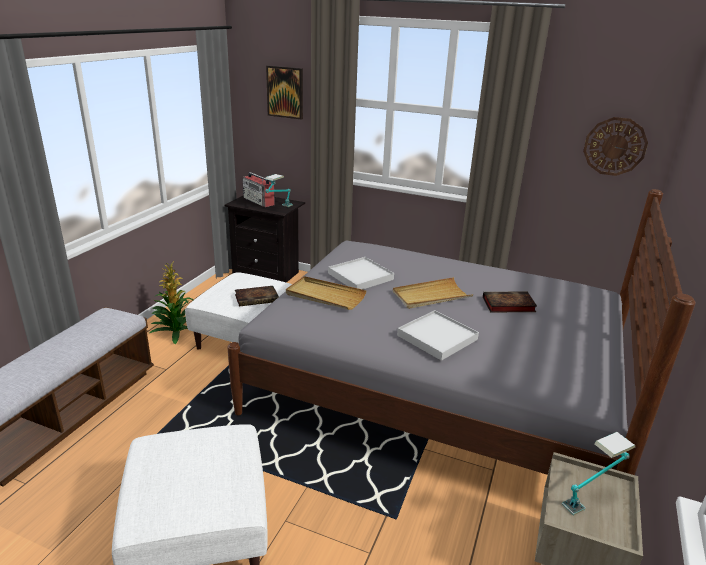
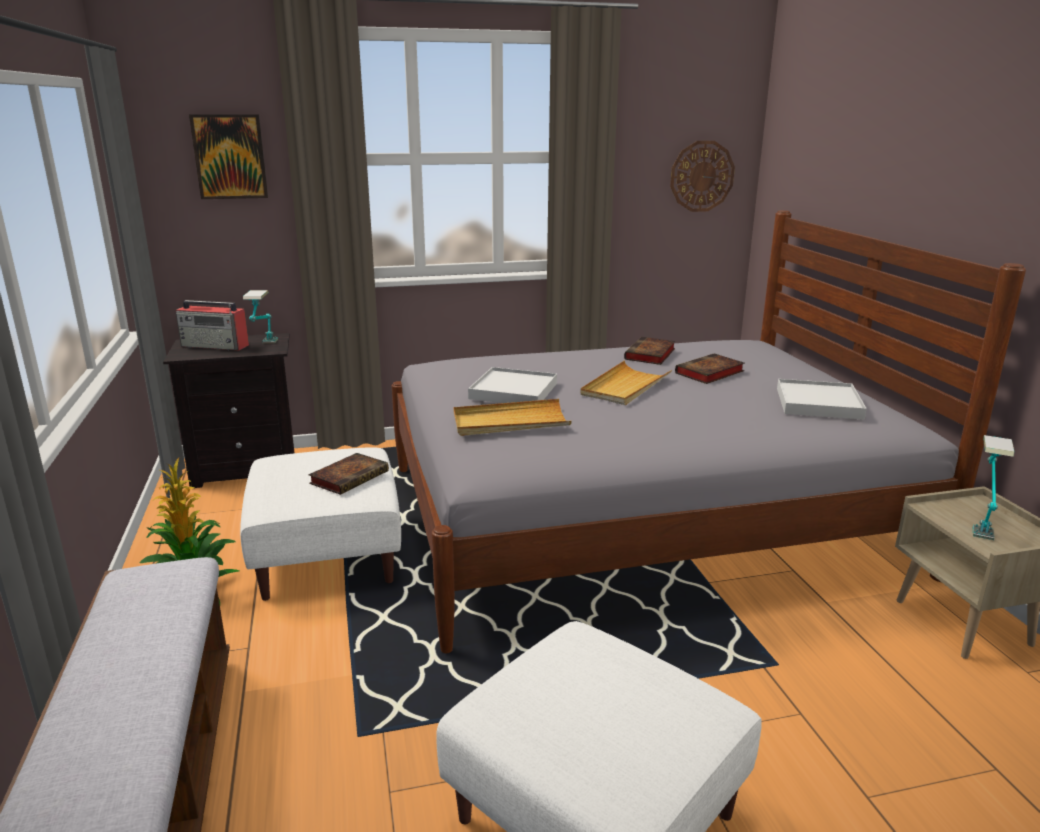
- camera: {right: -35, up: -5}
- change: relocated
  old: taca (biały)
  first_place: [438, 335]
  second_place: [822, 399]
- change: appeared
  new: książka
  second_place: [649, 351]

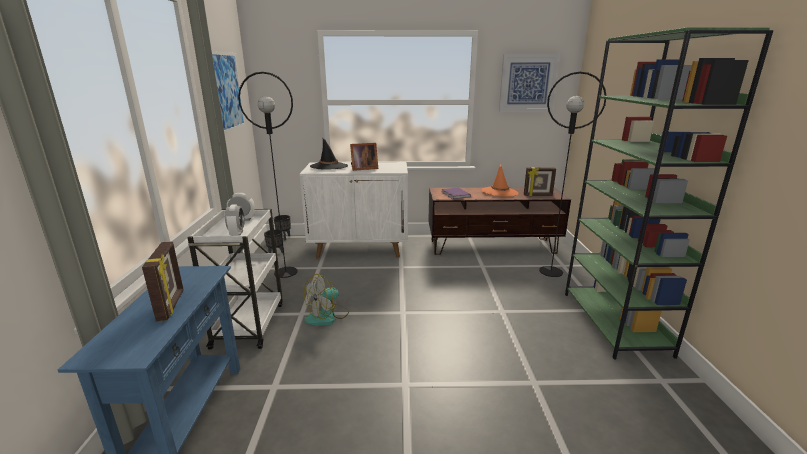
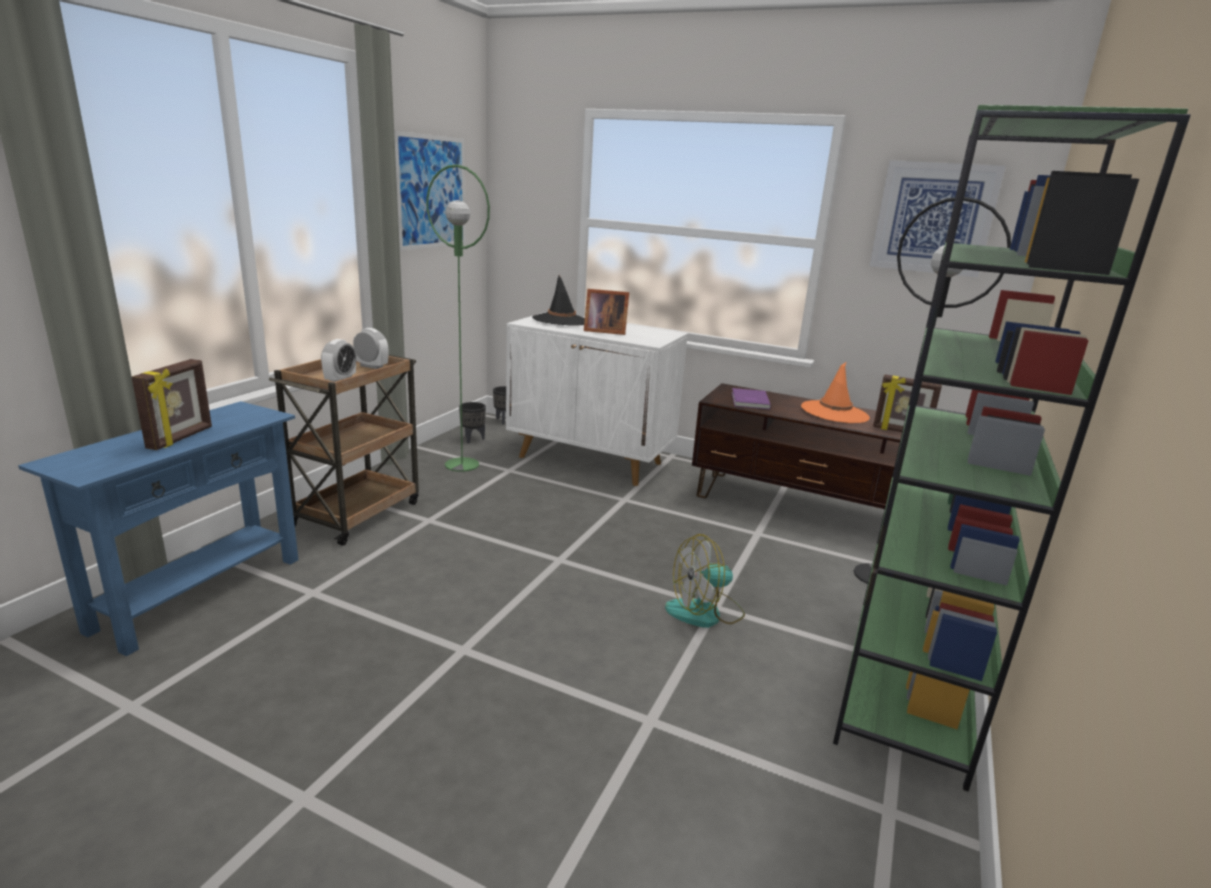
- camera: {right: 25, up: 0}
- change: colour
  old: wózek (biały)
  new: wózek (brązowy)
  first_place: [235, 279]
  second_place: [344, 450]
- change: colour
  old: lampa stojąca (czarny)
  new: lampa stojąca (zielony)
  first_place: [267, 175]
  second_place: [458, 318]
- change: relocated
  old: wentylator
  first_place: [326, 300]
  second_place: [705, 581]

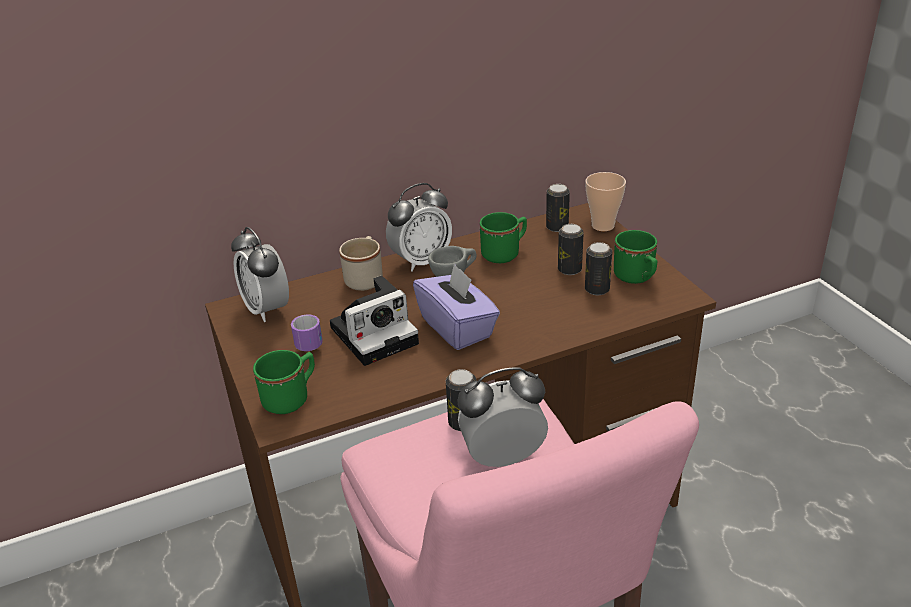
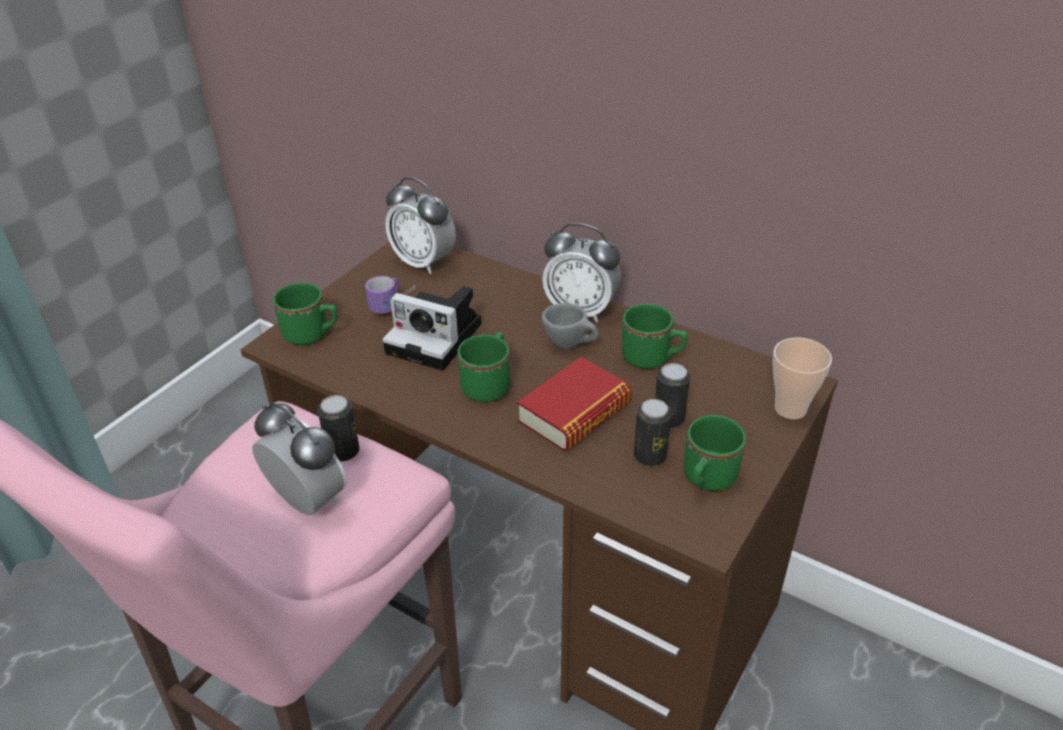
- camera: {right: 55, up: 5}
- change: spun
  old: budzik
  first_place: [260, 274]
  second_place: [420, 225]
  degrees: -75
- change: missing
  old: kubek (beżowy)
  first_place: [361, 263]
- change: exchanged
  old: pudełko chusteczek (fioletowy)
  new: kubek (zielony)
  first_place: [456, 306]
  second_place: [483, 367]
- change: missing
  old: puszka
  first_place: [558, 208]
- change: appeared
  new: książka
  second_place: [574, 404]

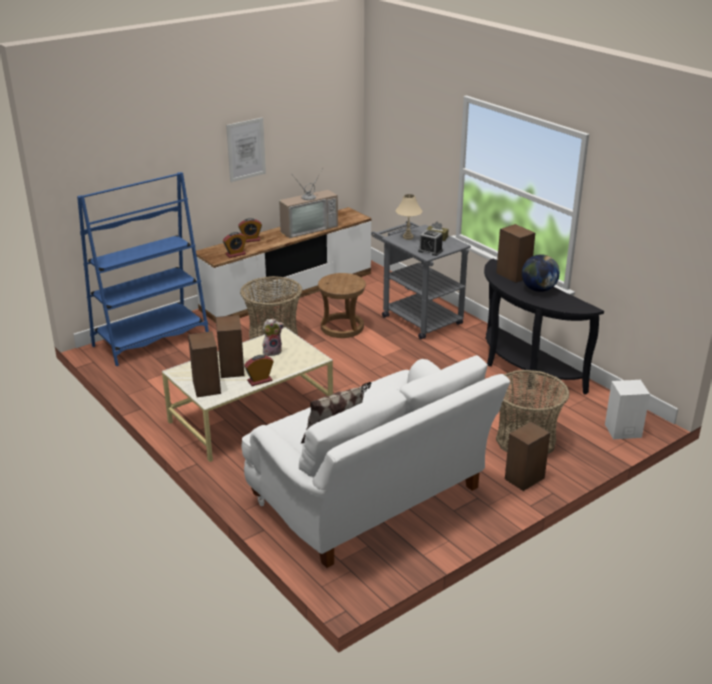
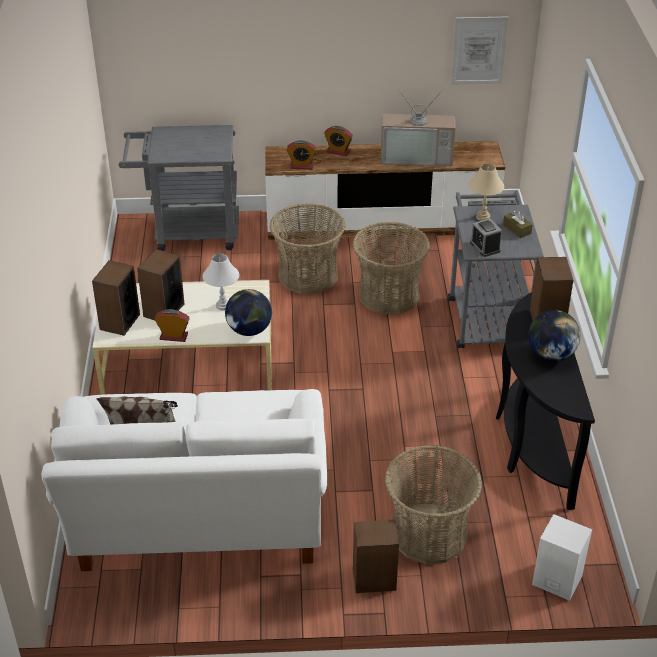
- camera: {right: 35, up: 10}
- change: exchanged
  old: regał (niebieski)
  new: wózek (szary)
  first_place: [143, 269]
  second_place: [179, 188]
- change: relocated
  old: obraz
  first_place: [246, 149]
  second_place: [479, 51]
- change: exchanged
  old: pluszak
  new: lampa stołowa (biały)
  first_place: [273, 337]
  second_place: [221, 282]
- change: exchanged
  old: stołek (brązowy)
  new: koszyk
  first_place: [342, 305]
  second_place: [391, 268]
- change: appeared
  new: globus
  second_place: [248, 312]

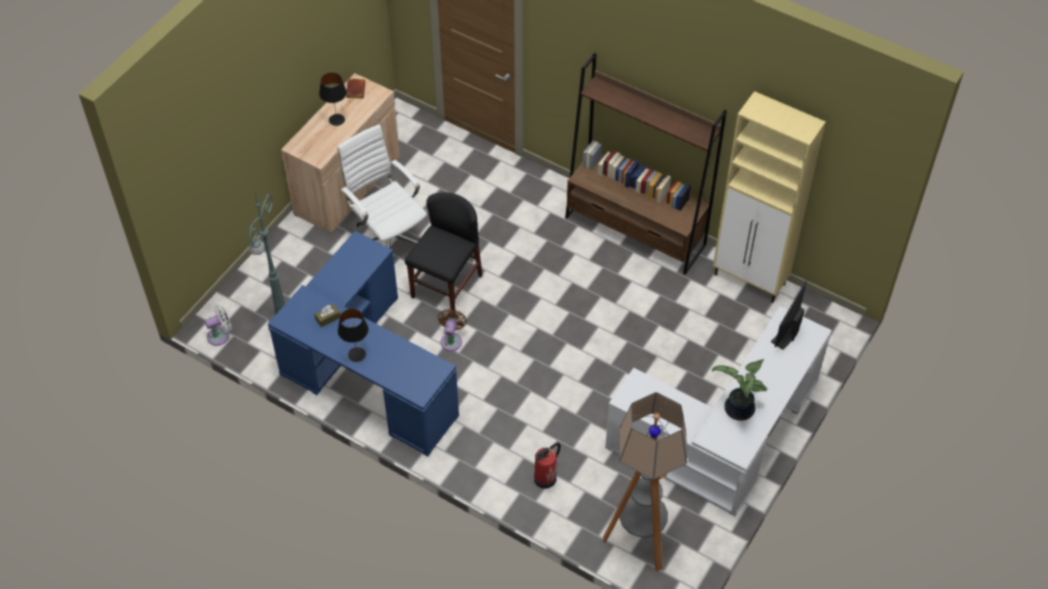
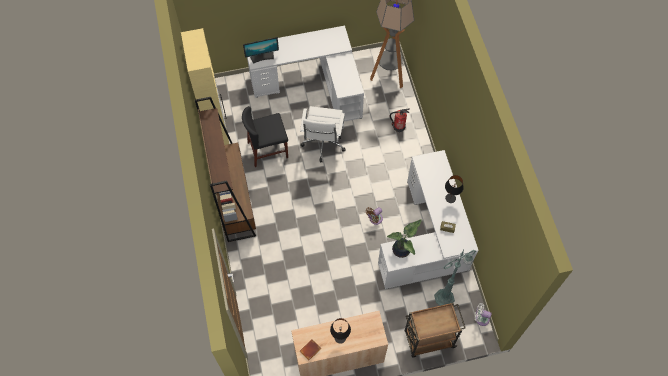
- camera: {right: -135, up: 10}
- change: colour
  old: biurko (niebieski)
  new: biurko (biały)
  first_place: [363, 344]
  second_place: [428, 219]
- change: relocated
  old: krzesło biurowe (biały)
  first_place: [382, 186]
  second_place: [323, 134]
- change: relocated
  old: krzesło (czarny)
  first_place: [444, 251]
  second_place: [265, 136]
- change: relocated
  old: roślina doniczkowa
  first_place: [739, 390]
  second_place: [404, 238]
- change: appeared
  new: wózek (brązowy)
  second_place: [435, 330]

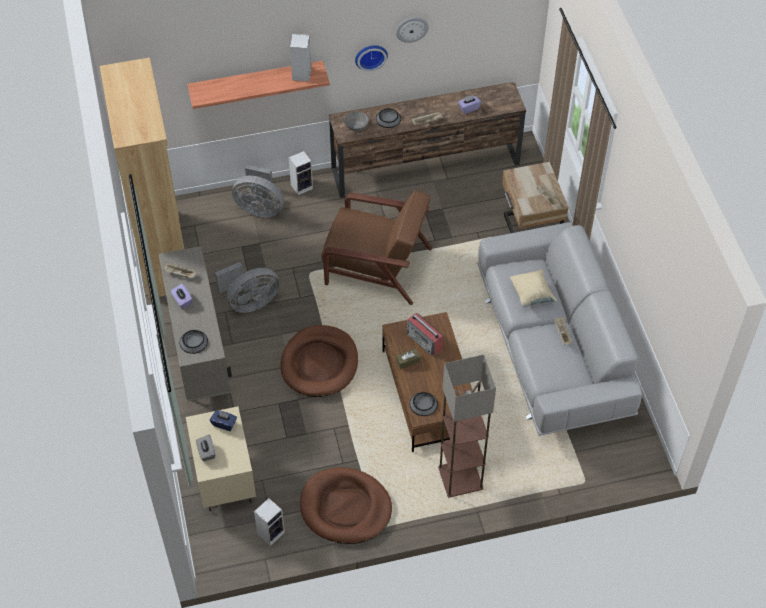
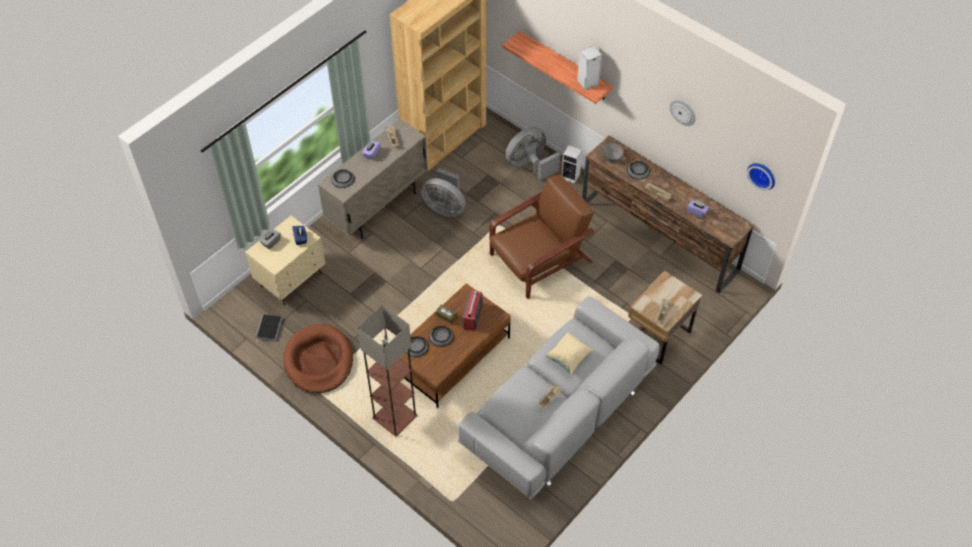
- camera: {right: 55, up: 0}
- change: spun
  old: wentylator (szary)
  first_place: [258, 191]
  second_place: [533, 153]
  degrees: 75
- change: exchanged
  old: głośnik
  new: książka
  first_place: [269, 522]
  second_place: [269, 328]
- change: missing
  old: legowisko (brązowy)
  first_place: [319, 361]
- change: spun
  old: fotel (brązowy)
  first_place: [376, 247]
  second_place: [542, 236]
  degrees: -105
- change: relocated
  old: zegar ścienny
  first_place: [371, 58]
  second_place: [761, 176]
- change: appeared
  new: miska
  second_place: [441, 336]

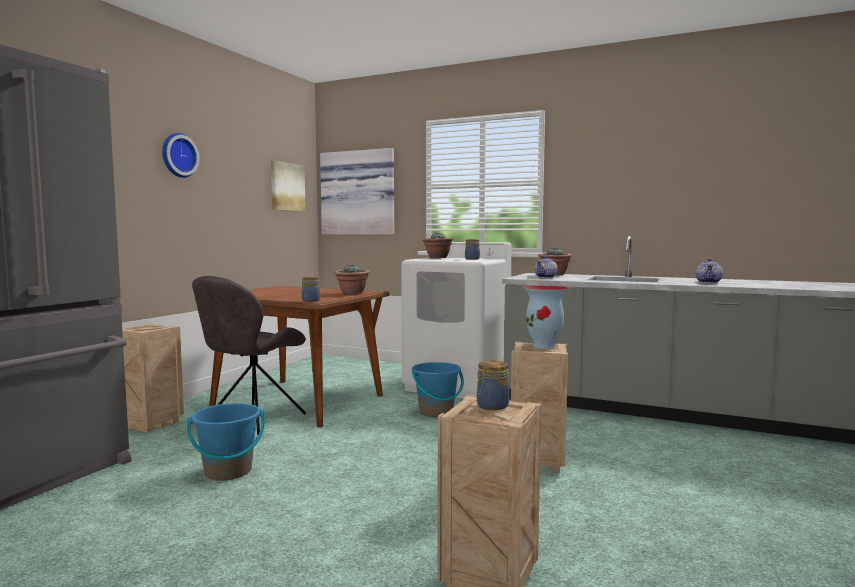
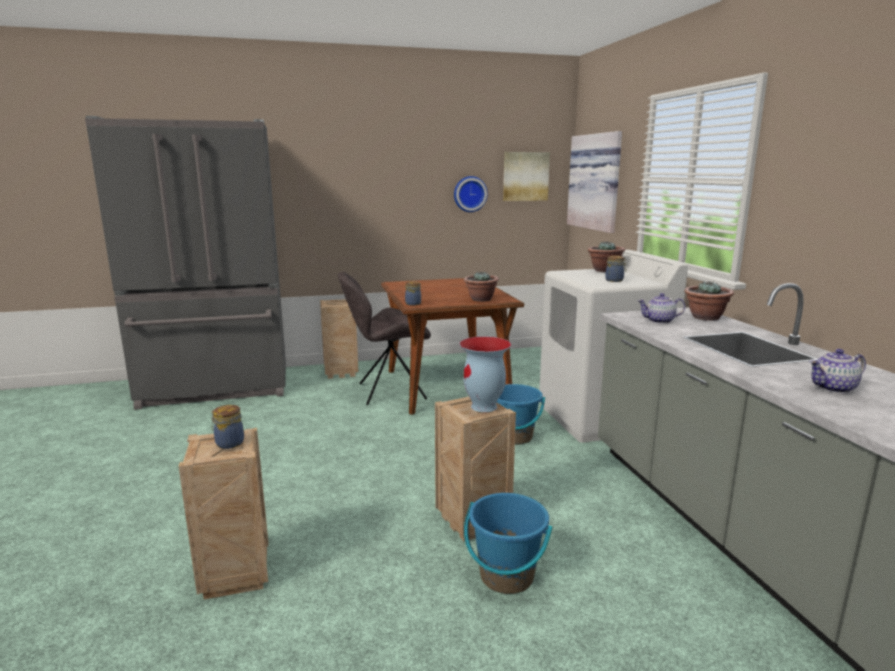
- camera: {right: 50, up: 10}
- change: relocated
  old: zegar ścienny
  first_place: [181, 155]
  second_place: [471, 194]
- change: relocated
  old: wiadro (niebieski)
  first_place: [226, 442]
  second_place: [508, 543]

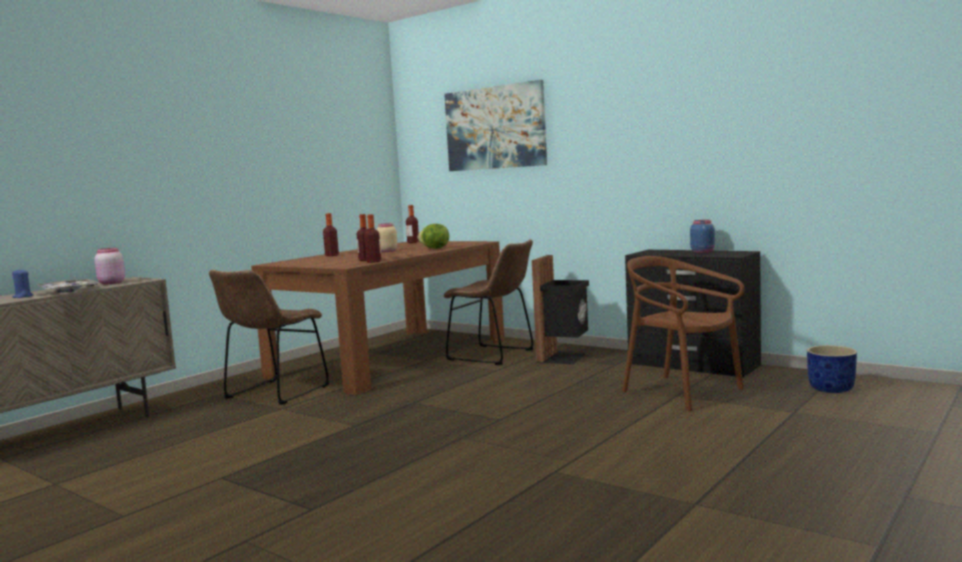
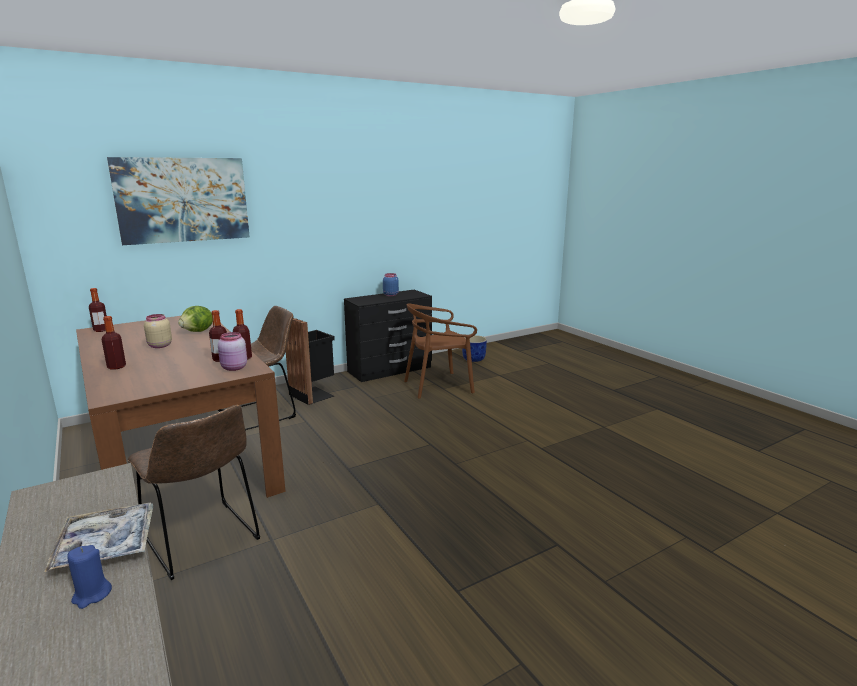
- camera: {right: -70, up: 10}
- change: relocated
  old: słoik (różowy)
  first_place: [109, 266]
  second_place: [232, 351]

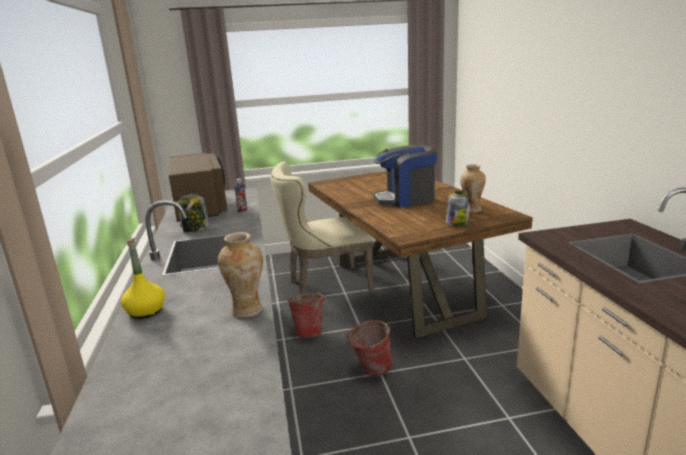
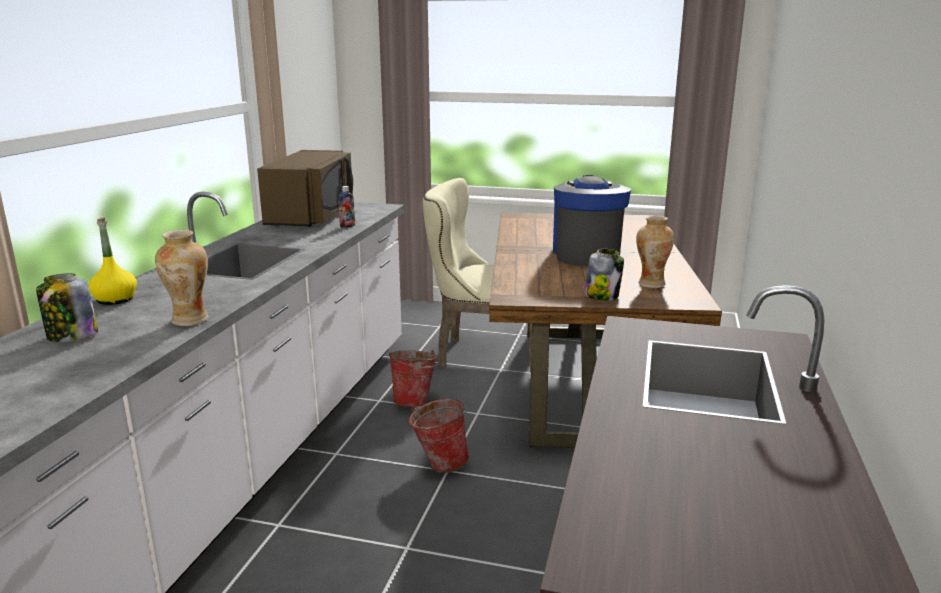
- camera: {right: 25, up: 0}
- change: relocated
  old: słoik
  first_place: [194, 213]
  second_place: [67, 307]
- change: spun
  old: ekspres do kawy
  first_place: [405, 176]
  second_place: [592, 221]
  degrees: 75

